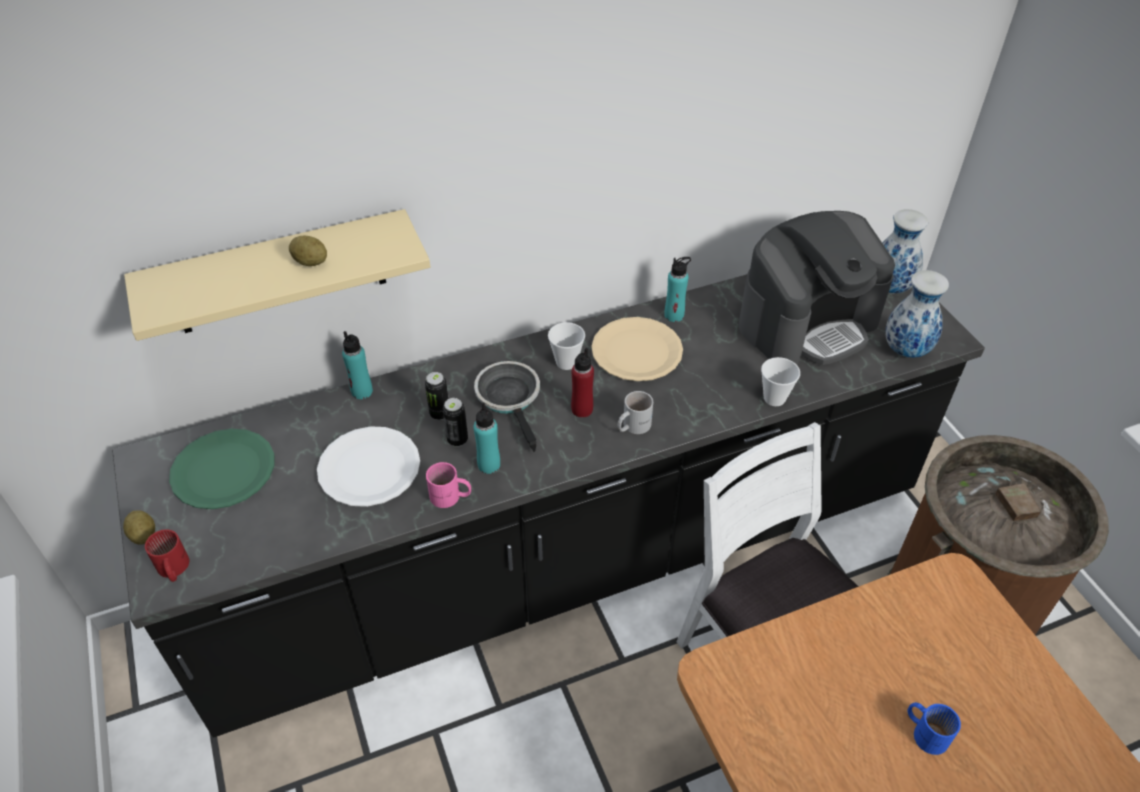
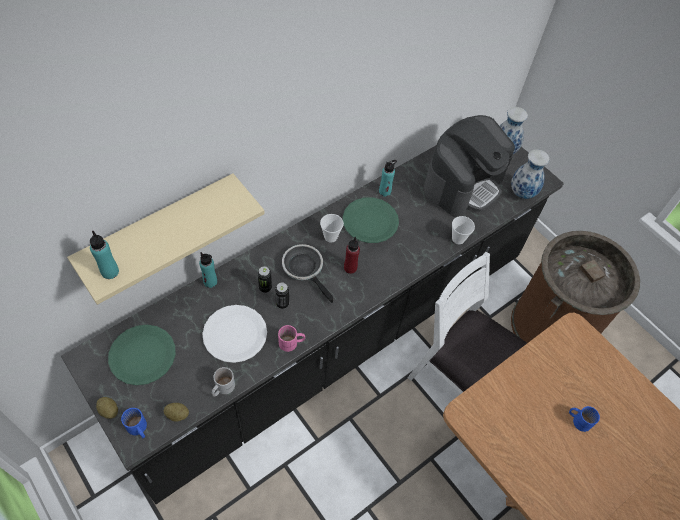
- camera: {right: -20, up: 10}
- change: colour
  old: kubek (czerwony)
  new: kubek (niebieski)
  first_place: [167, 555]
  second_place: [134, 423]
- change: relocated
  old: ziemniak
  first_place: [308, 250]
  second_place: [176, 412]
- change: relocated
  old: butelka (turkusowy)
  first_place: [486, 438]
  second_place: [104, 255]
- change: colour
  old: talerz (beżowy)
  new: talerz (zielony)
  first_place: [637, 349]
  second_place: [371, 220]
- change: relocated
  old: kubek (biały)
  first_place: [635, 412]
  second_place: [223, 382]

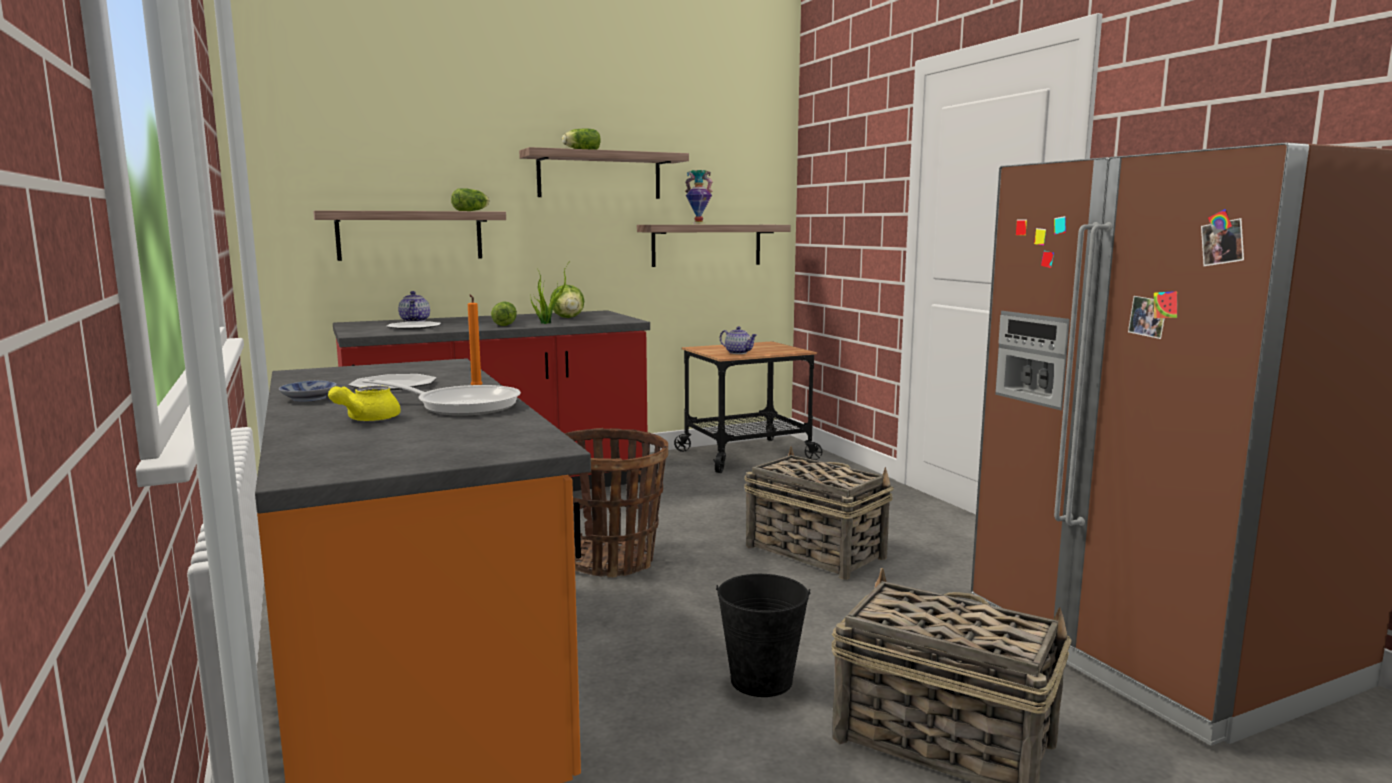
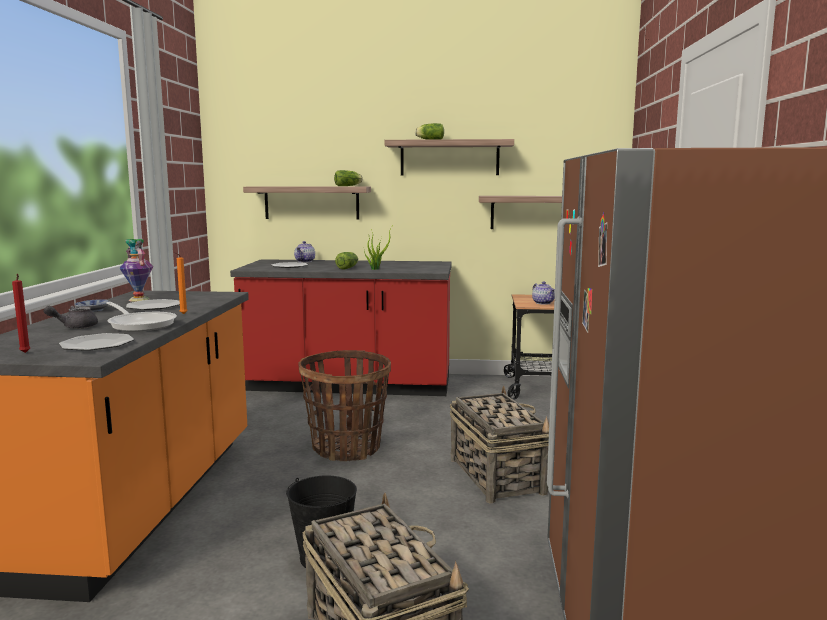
- camera: {right: 30, up: 0}
- change: colour
  old: imbryk (żółty)
  new: imbryk (szary)
  first_place: [364, 404]
  second_place: [71, 317]
- change: missing
  old: sałata
  first_place: [567, 301]
- change: relocated
  old: wazon
  first_place: [699, 197]
  second_place: [136, 270]
- change: appeared
  new: świeca (czerwony)
  second_place: [21, 313]
- change: appeared
  new: talerz
  second_place: [96, 342]

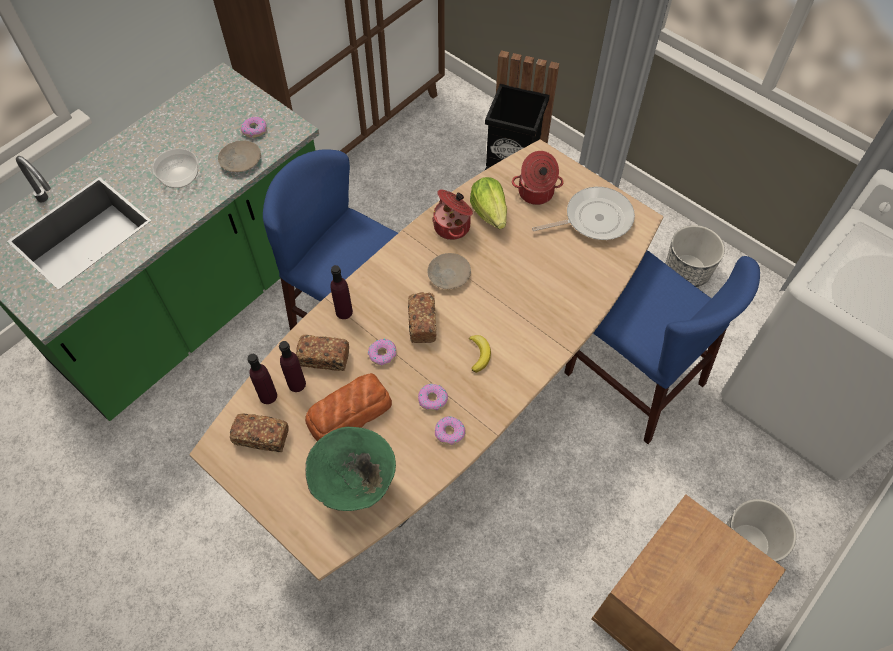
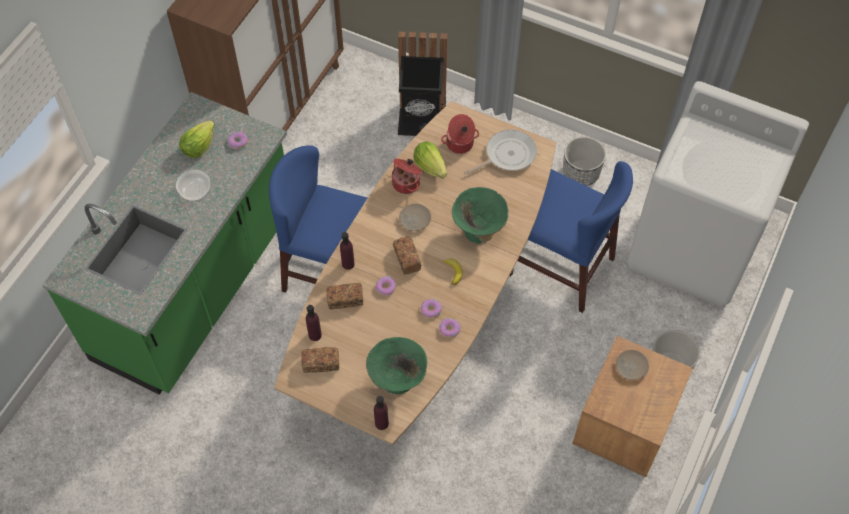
- camera: {right: -15, up: 0}
- change: relocated
  old: talerz (beżowy)
  first_place: [239, 156]
  second_place: [632, 365]
- change: relocated
  old: butelka (fioletowy)
  first_place: [292, 366]
  second_place: [381, 413]
- change: missing
  old: chleb
  first_place: [348, 407]
- change: appeared
  new: sałata
  second_place: [197, 139]
- change: appeared
  new: miska (zielony)
  second_place: [480, 215]

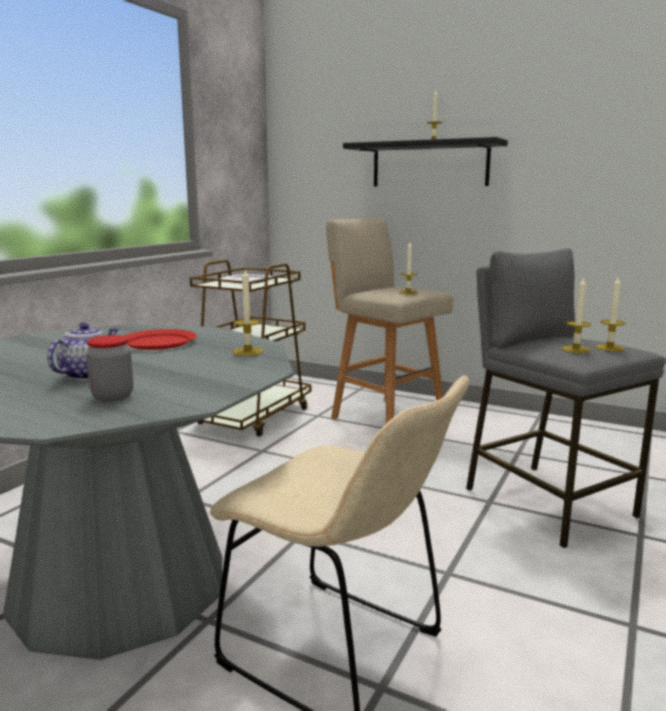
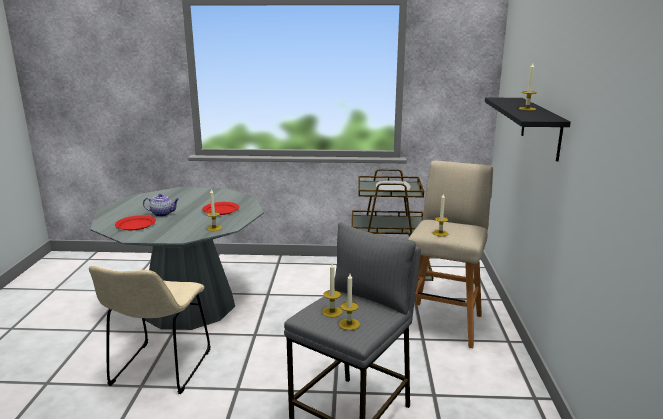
- camera: {right: 65, up: 5}
- change: exchanged
  old: słoik
  new: talerz (czerwony)
  first_place: [109, 368]
  second_place: [135, 222]

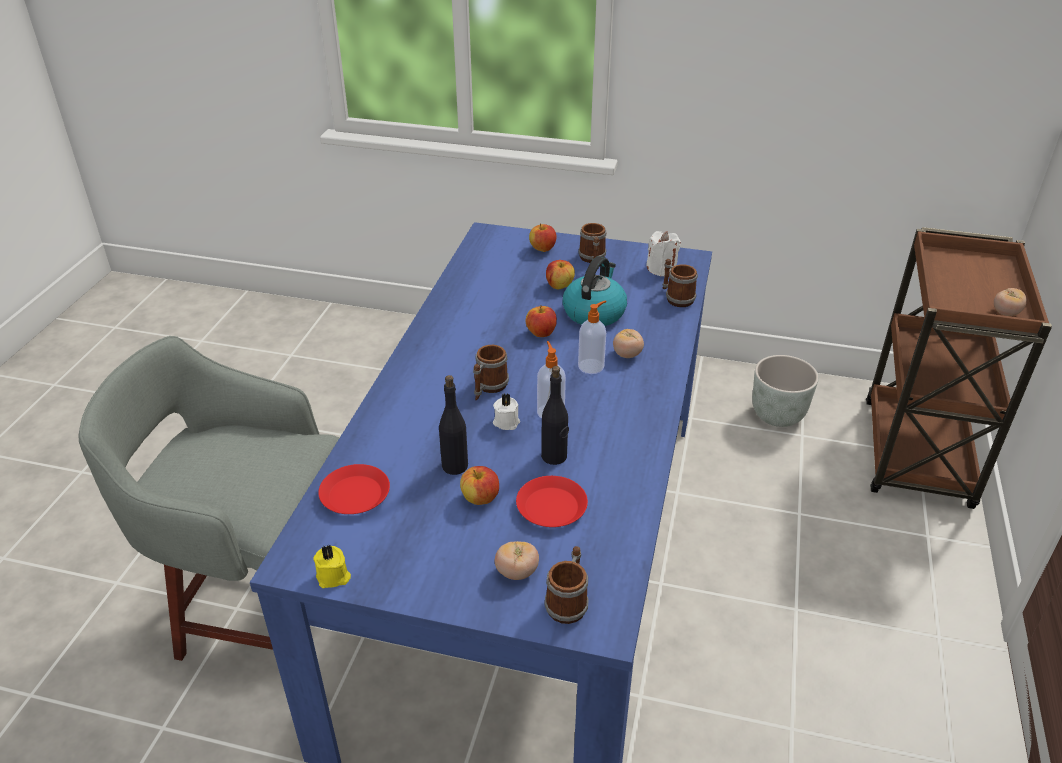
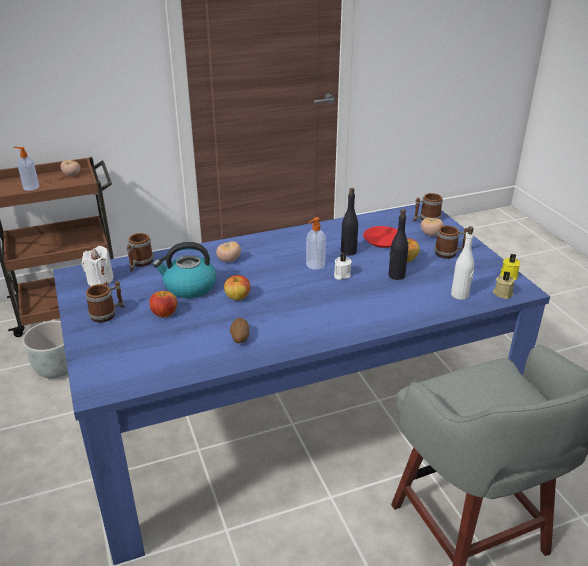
- camera: {right: -125, up: -5}
- change: exchanged
  old: talerz (czerwony)
  new: butelka (biały)
  first_place: [354, 489]
  second_place: [462, 263]
- change: relocated
  old: kubek
  first_place: [491, 372]
  second_place: [451, 242]
- change: missing
  old: jabłko
  first_place: [543, 238]
- change: relocated
  old: dozownik mydła
  first_place: [592, 337]
  second_place: [26, 169]
- change: appeared
  new: ziemniak
  second_place: [239, 330]
- change: appeared
  new: świeca (beżowy)
  second_place: [504, 285]

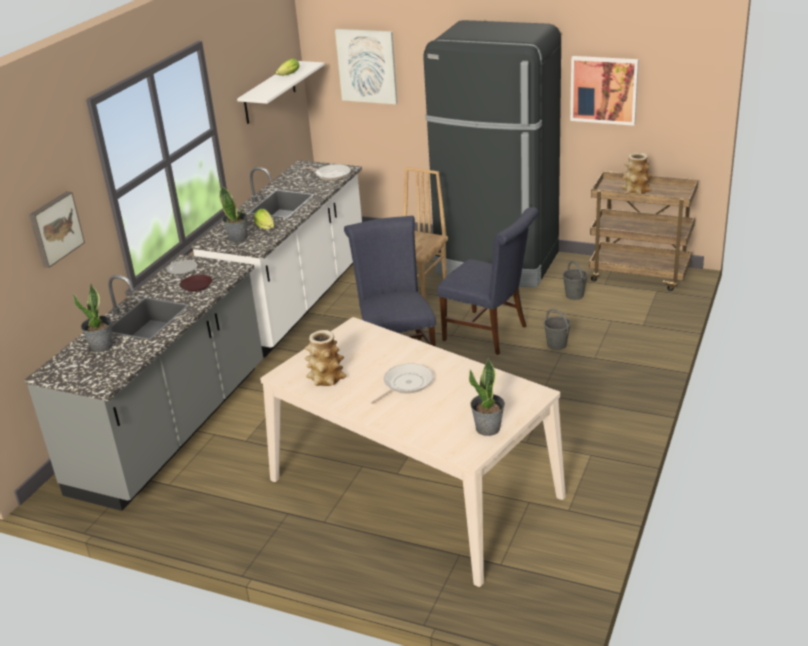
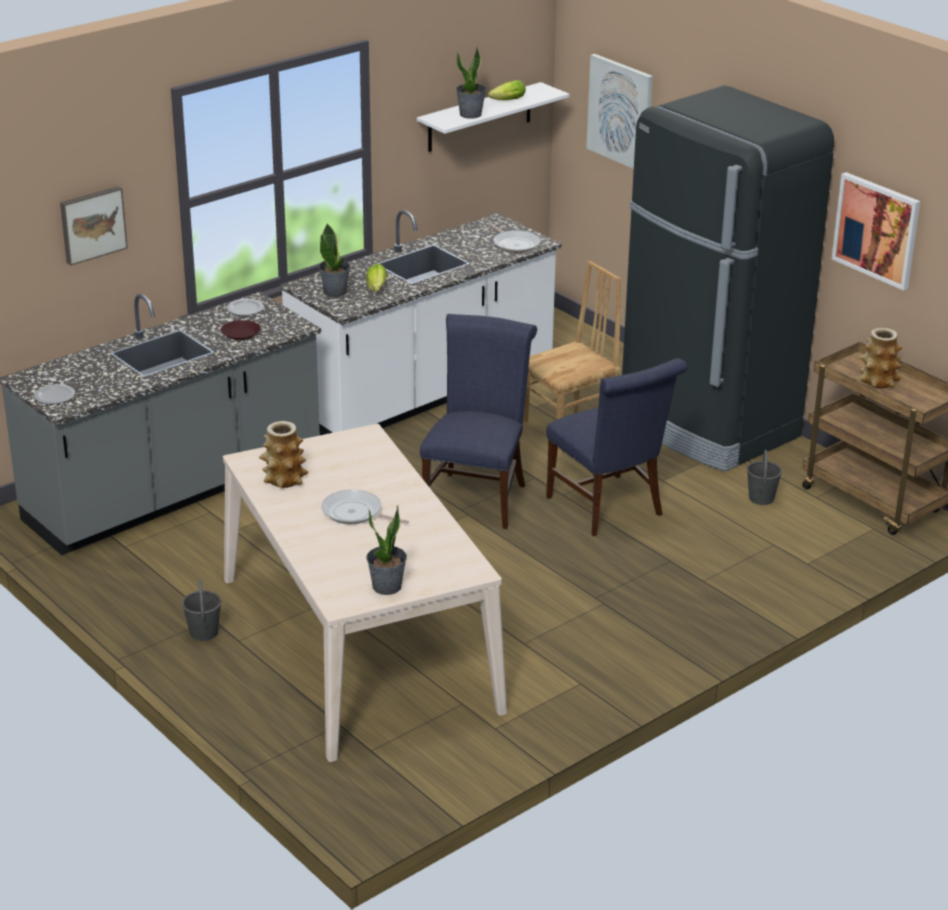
- camera: {right: 25, up: 0}
- change: relocated
  old: roślina doniczkowa
  first_place: [93, 317]
  second_place: [471, 82]
- change: spun
  old: patelnia
  first_place: [402, 383]
  second_place: [365, 507]
  degrees: -135
- change: relocated
  old: wiadro (szary)
  first_place: [557, 329]
  second_place: [201, 610]
- change: appeared
  new: talerz
  second_place: [54, 394]

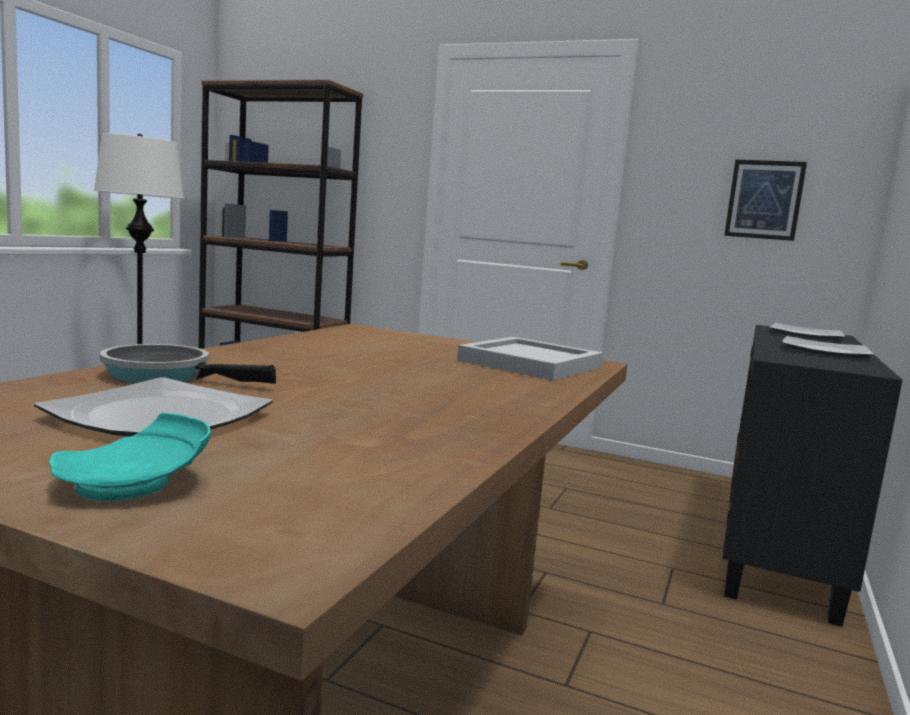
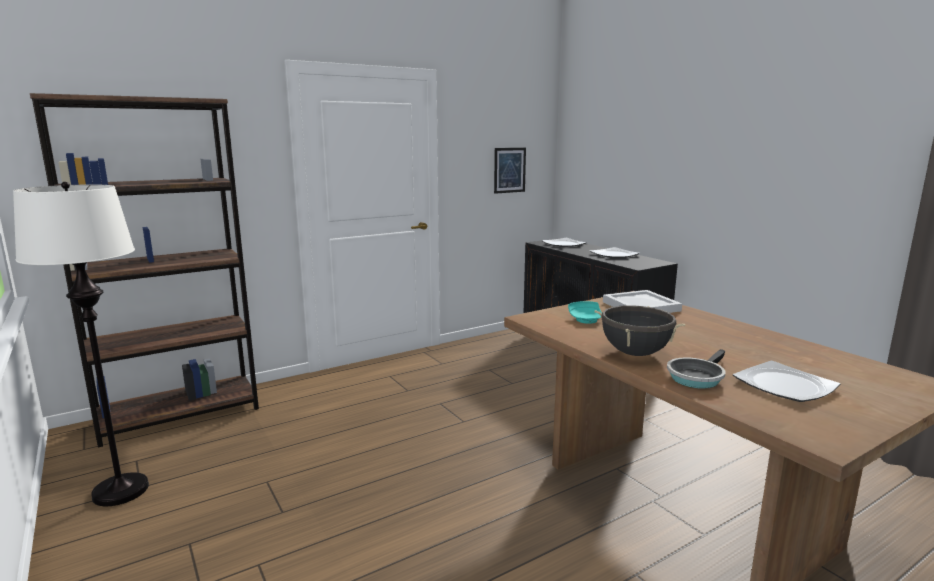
- camera: {right: -55, up: 5}
- change: relocated
  old: talerz (turkusowy)
  first_place: [130, 456]
  second_place: [585, 312]
- change: appeared
  new: garnek (czarny)
  second_place: [640, 330]

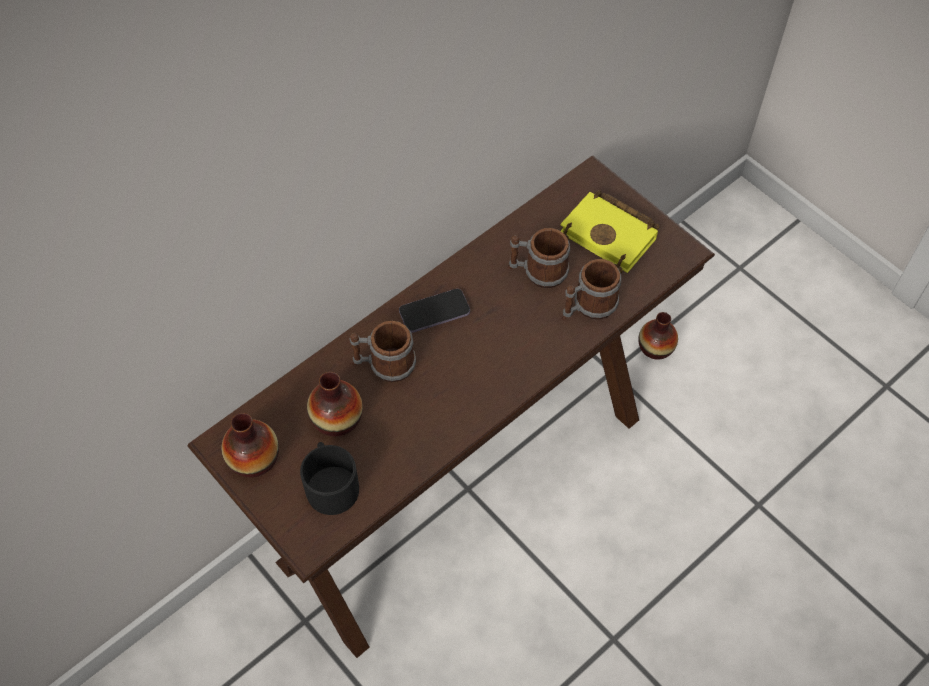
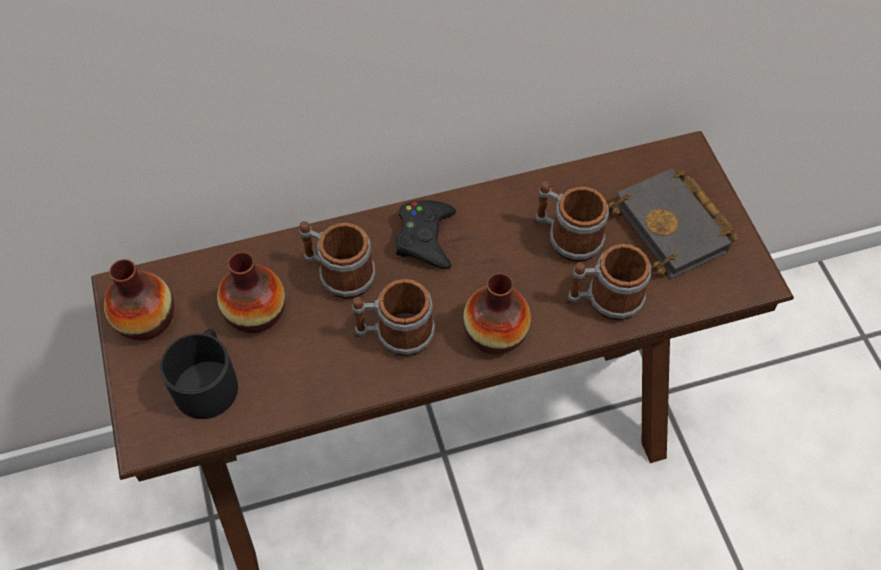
- camera: {right: 25, up: 0}
- change: exchanged
  old: telefon
  new: pad do gier (czarny)
  first_place: [434, 311]
  second_place: [425, 234]
- change: colour
  old: książka (żółty)
  new: książka (czarny)
  first_place: [610, 231]
  second_place: [673, 223]
- change: relocated
  old: wazon
  first_place: [658, 336]
  second_place: [497, 313]
- change: appeared
  new: kubek
  second_place: [393, 317]

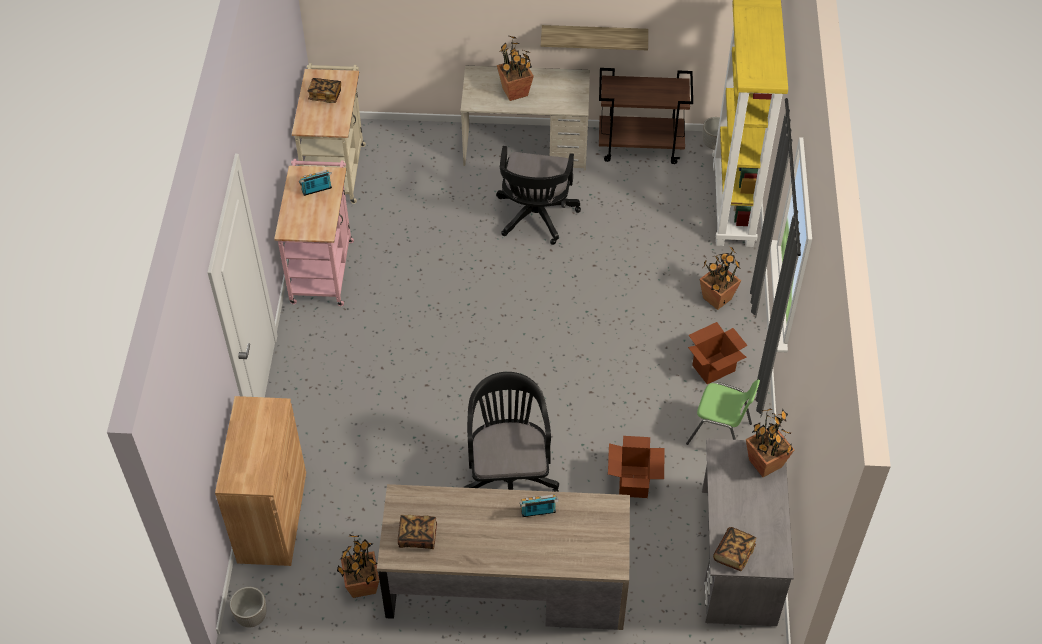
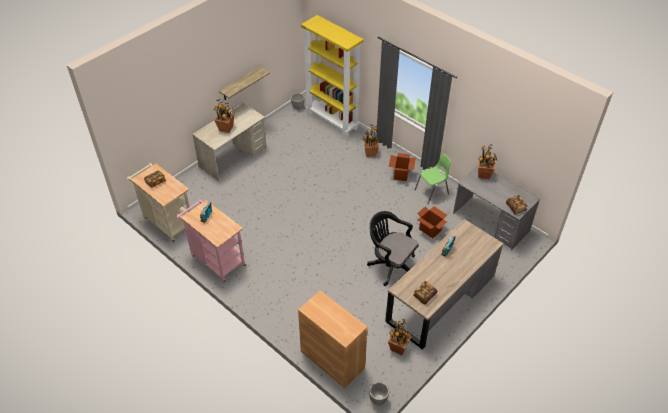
- camera: {right: -50, up: -5}
- change: missing
  old: krzesło biurowe (czarny)
  first_place: [538, 195]
- change: missing
  old: wózek (brązowy)
  first_place: [646, 116]

